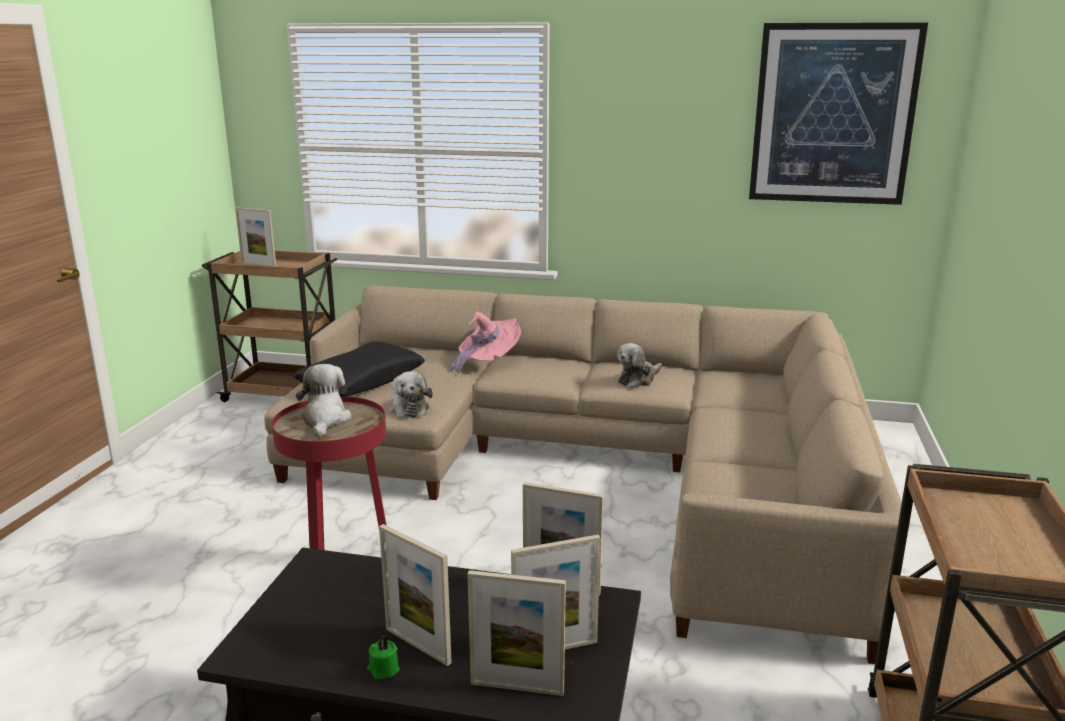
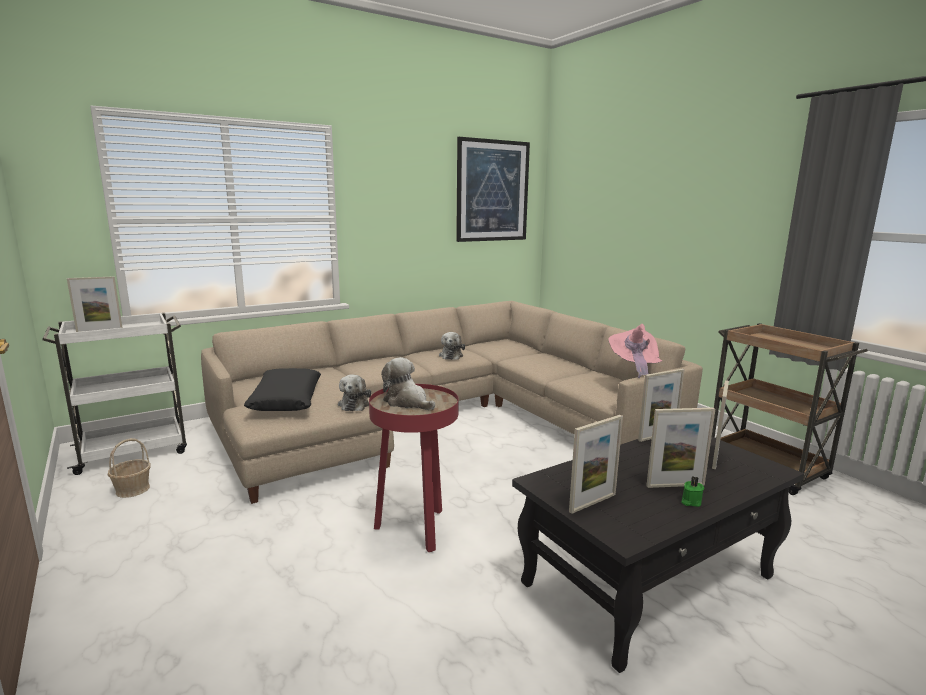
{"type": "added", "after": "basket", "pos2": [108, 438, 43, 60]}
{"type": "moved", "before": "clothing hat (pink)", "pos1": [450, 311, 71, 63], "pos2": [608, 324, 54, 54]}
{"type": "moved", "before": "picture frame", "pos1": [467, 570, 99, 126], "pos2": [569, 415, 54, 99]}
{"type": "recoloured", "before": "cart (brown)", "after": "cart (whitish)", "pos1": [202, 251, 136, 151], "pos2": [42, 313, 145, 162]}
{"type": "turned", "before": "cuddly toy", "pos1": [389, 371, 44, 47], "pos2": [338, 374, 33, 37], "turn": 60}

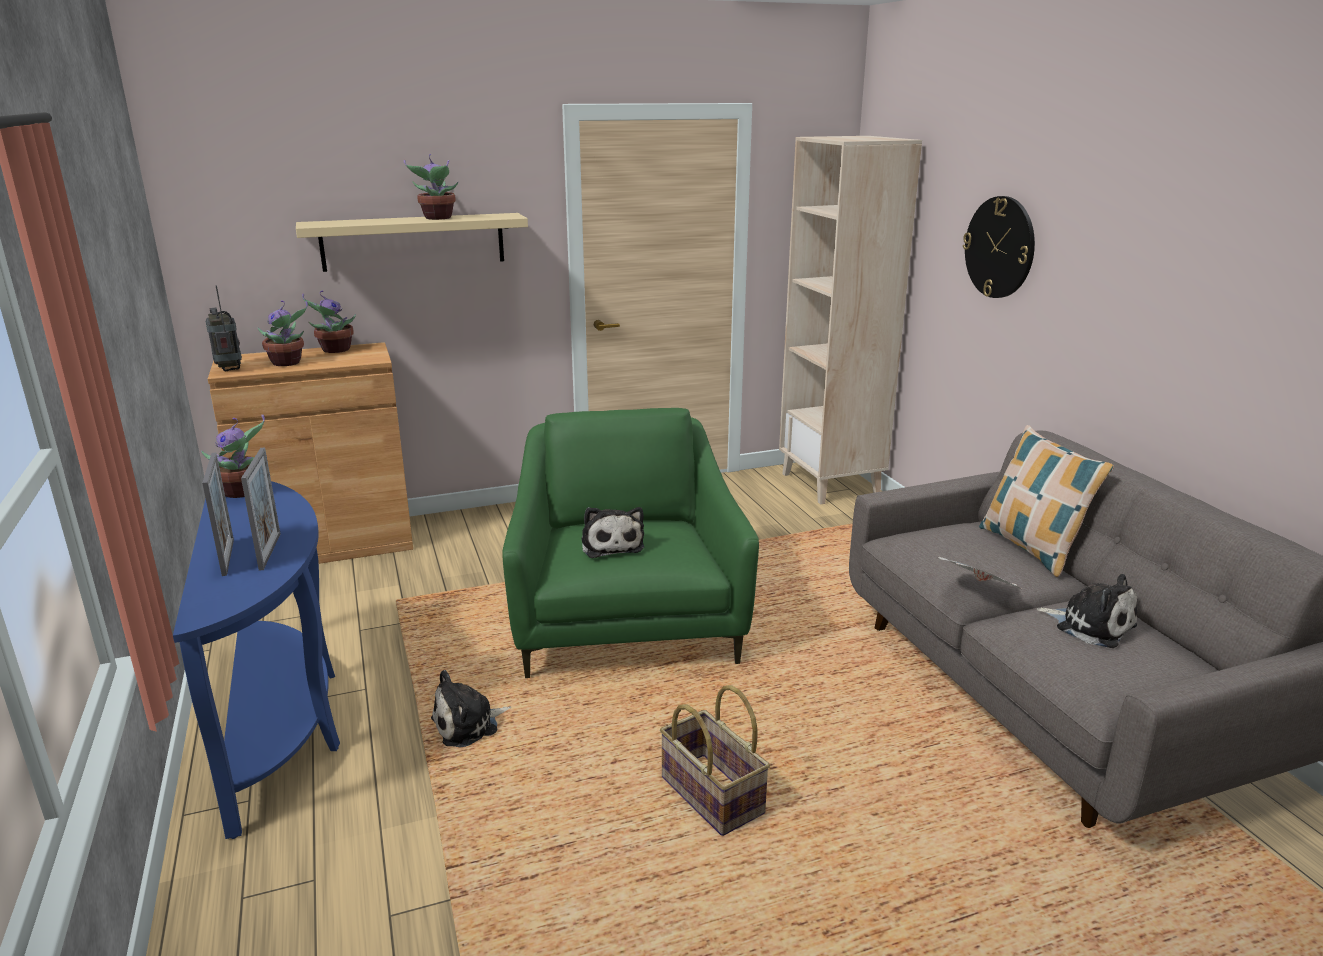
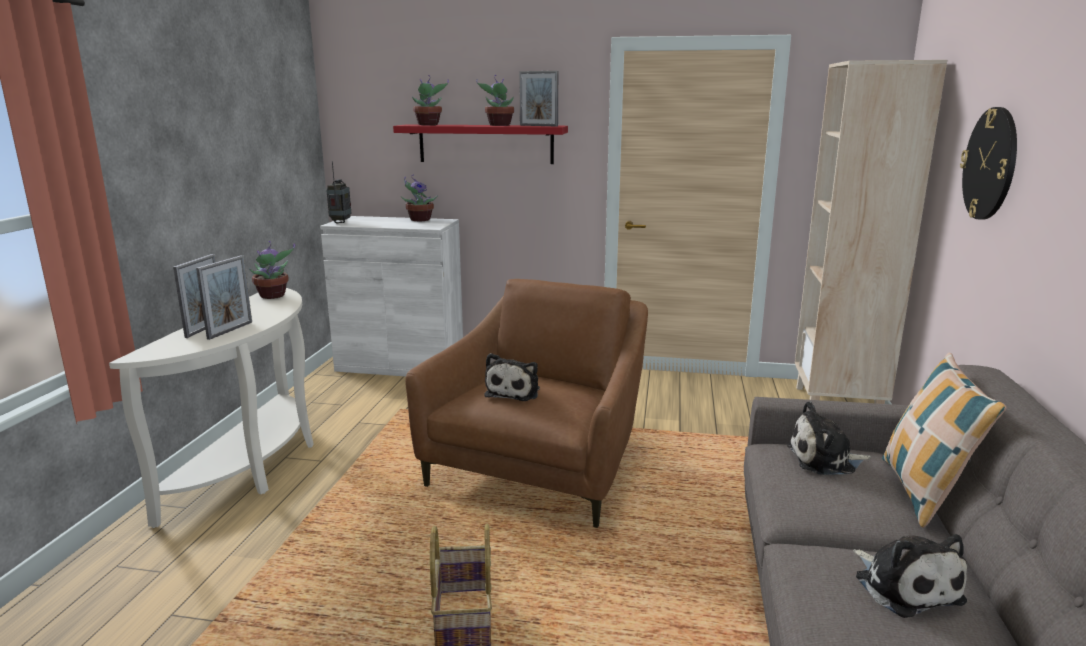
{"type": "removed", "before": "daily paper", "pos1": [938, 557, 83, 32]}
{"type": "added", "after": "picture frame", "pos2": [519, 71, 39, 56]}
{"type": "moved", "before": "plant in a pot", "pos1": [258, 300, 50, 66], "pos2": [412, 75, 37, 50]}
{"type": "moved", "before": "cuddly toy", "pos1": [431, 670, 80, 78], "pos2": [787, 401, 84, 74]}
{"type": "recoloured", "before": "hall table (blue)", "after": "hall table (whitish)", "pos1": [173, 481, 167, 358], "pos2": [109, 288, 205, 240]}
{"type": "recoloured", "before": "storage cabinet (brown)", "after": "storage cabinet (whitish)", "pos1": [208, 342, 205, 222], "pos2": [320, 216, 143, 161]}
{"type": "recoloured", "before": "shelf (beige-coloured)", "after": "shelf (red-coloured)", "pos1": [296, 213, 232, 59], "pos2": [393, 124, 175, 40]}
{"type": "recoloured", "before": "lounge chair (green-coloured)", "after": "lounge chair (brown)", "pos1": [503, 408, 256, 270], "pos2": [405, 279, 243, 249]}

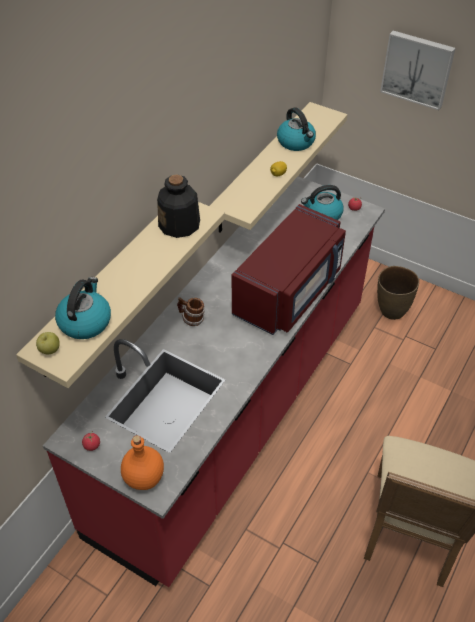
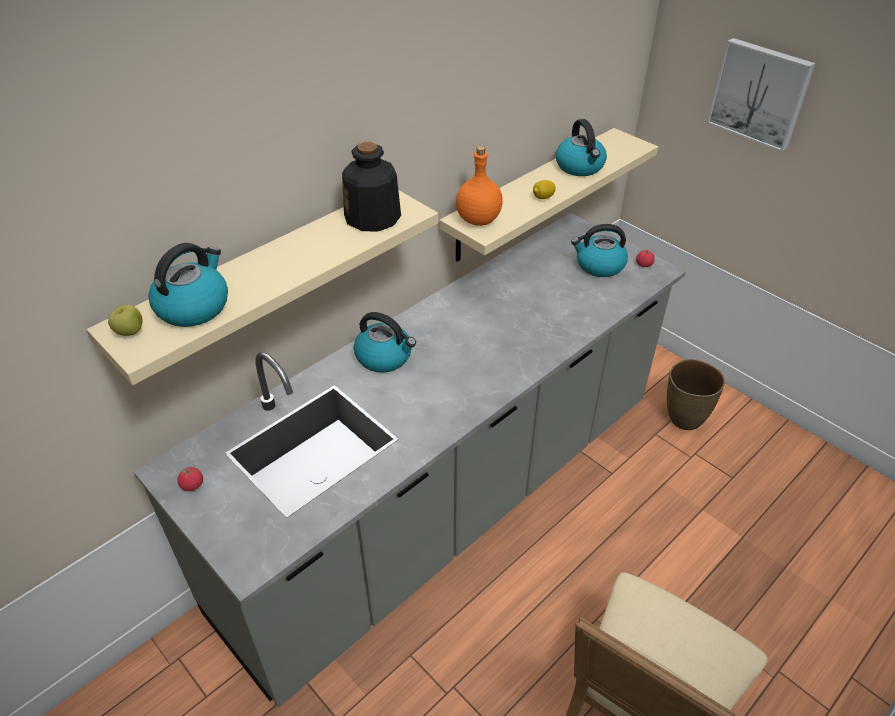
{"type": "removed", "before": "microwave oven (red-coloured)", "pos1": [232, 204, 114, 131]}
{"type": "moved", "before": "beverage bottle (orange-coloured)", "pos1": [121, 435, 43, 55], "pos2": [456, 146, 47, 80]}
{"type": "replaced", "before": "coffee mug", "after": "water kettle", "pos1": [177, 297, 28, 29], "pos2": [354, 312, 62, 61]}
{"type": "recoloured", "before": "counter (red-coloured)", "after": "counter (gray)", "pos1": [43, 176, 342, 411], "pos2": [133, 213, 553, 494]}

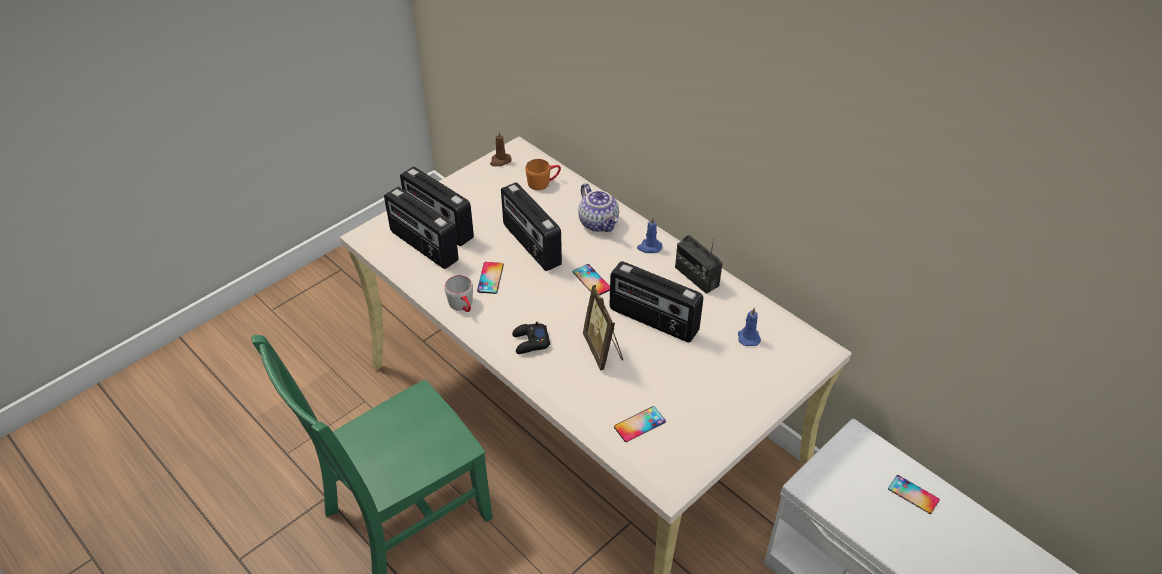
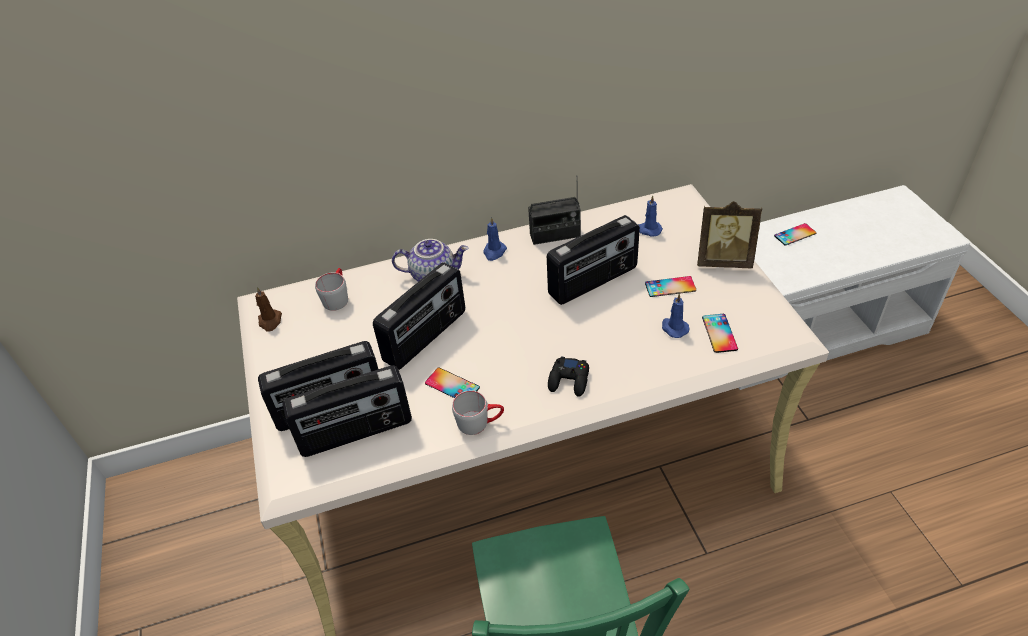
{"type": "added", "after": "wax candle (blue)", "pos2": [662, 293, 28, 45]}
{"type": "moved", "before": "phone", "pos1": [572, 264, 38, 31], "pos2": [645, 276, 51, 21]}
{"type": "moved", "before": "picture frame", "pos1": [583, 285, 40, 86], "pos2": [697, 201, 65, 67]}
{"type": "recoloured", "before": "coffee mug (orange-coloured)", "after": "coffee mug (gray)", "pos1": [525, 159, 36, 31], "pos2": [315, 268, 33, 43]}
{"type": "turned", "before": "radio set", "pos1": [501, 182, 61, 89], "pos2": [373, 262, 92, 108], "turn": -45}

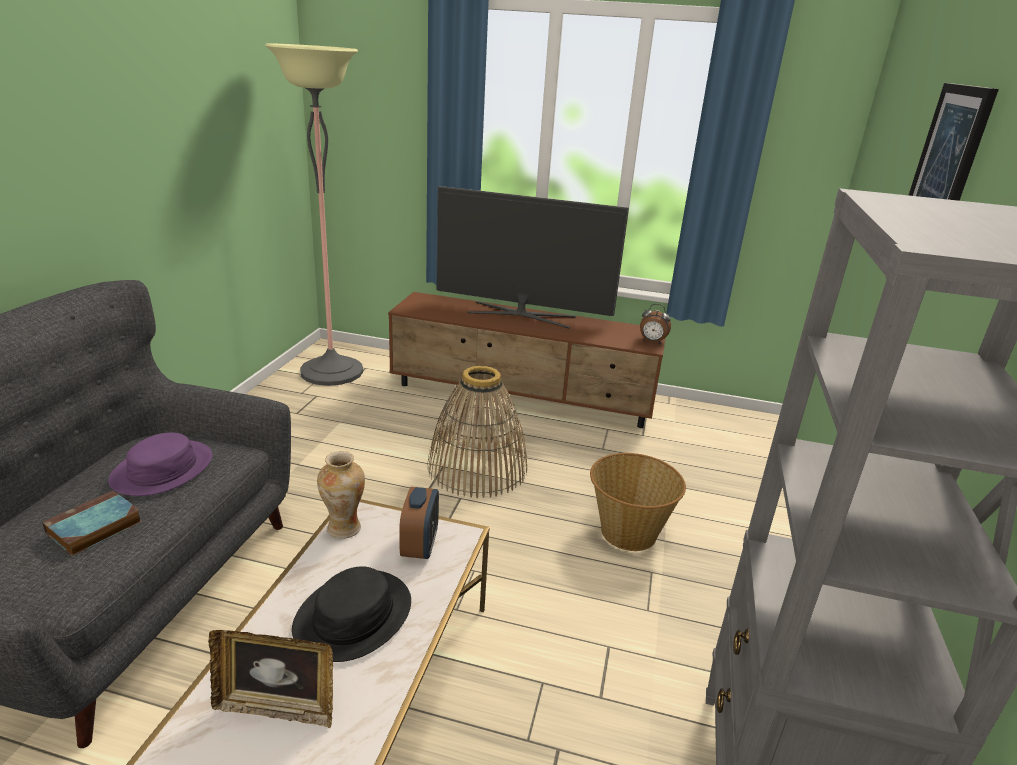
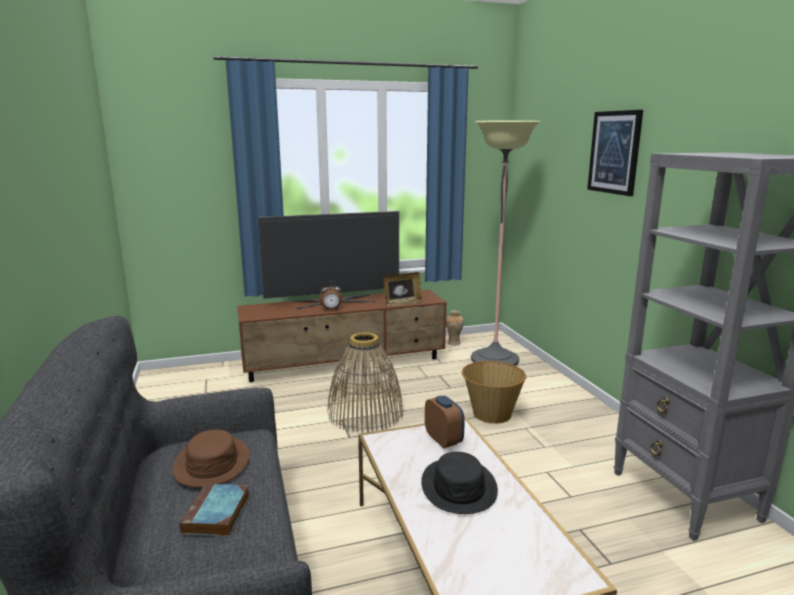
{"type": "moved", "before": "picture frame", "pos1": [208, 630, 125, 98], "pos2": [383, 272, 39, 35]}
{"type": "moved", "before": "standard lamp", "pos1": [265, 43, 98, 343], "pos2": [471, 120, 69, 246]}
{"type": "moved", "before": "flower vase", "pos1": [317, 451, 48, 88], "pos2": [446, 310, 18, 36]}
{"type": "moved", "before": "alarm clock", "pos1": [640, 304, 31, 40], "pos2": [319, 281, 23, 30]}
{"type": "recoloured", "before": "clothing hat (purple)", "after": "clothing hat (brown)", "pos1": [108, 432, 104, 64], "pos2": [173, 430, 77, 57]}

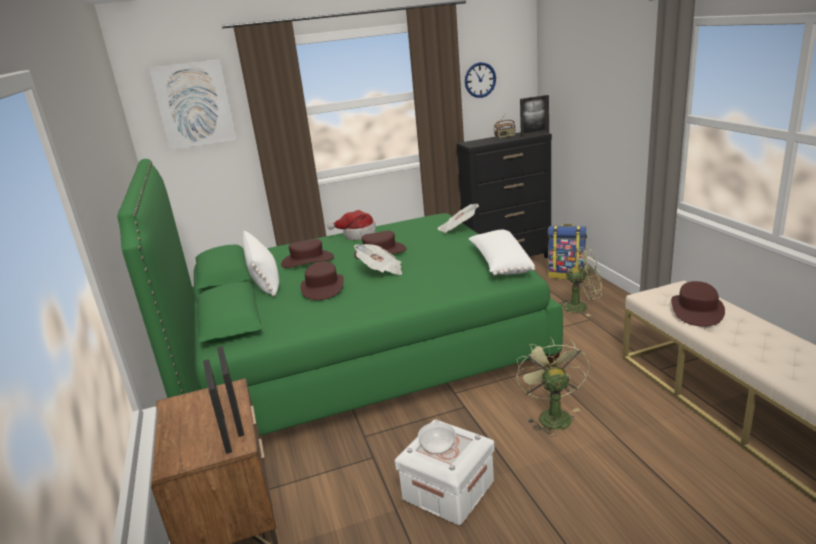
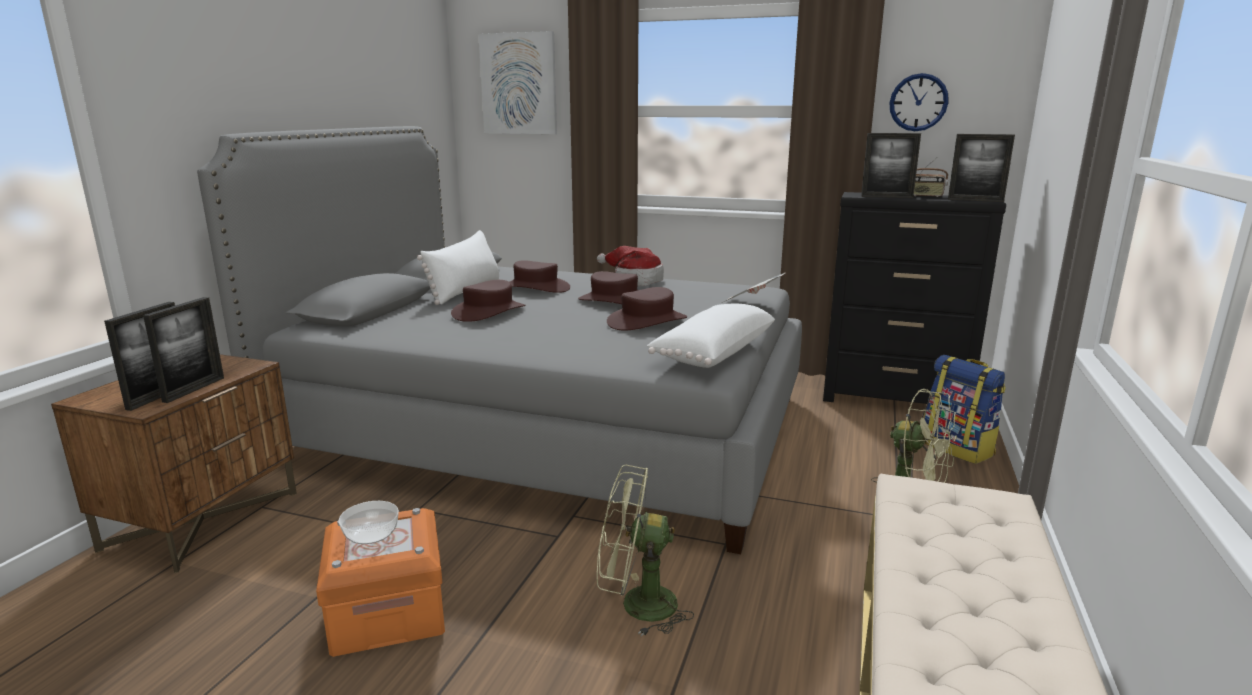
{"type": "removed", "before": "daily paper", "pos1": [354, 244, 48, 31]}
{"type": "added", "after": "picture frame", "pos2": [861, 133, 60, 65]}
{"type": "moved", "before": "clothing hat (brown)", "pos1": [671, 281, 54, 46], "pos2": [607, 287, 80, 44]}
{"type": "recoloured", "before": "sleeping bed (green-coloured)", "after": "sleeping bed (gray)", "pos1": [117, 159, 446, 276], "pos2": [197, 126, 605, 428]}
{"type": "recoloured", "before": "storage bin (whitish)", "after": "storage bin (orange-coloured)", "pos1": [395, 420, 100, 105], "pos2": [316, 508, 129, 149]}
{"type": "turned", "before": "cooling fan (green-coloured)", "pos1": [516, 337, 73, 100], "pos2": [597, 465, 97, 171], "turn": -120}

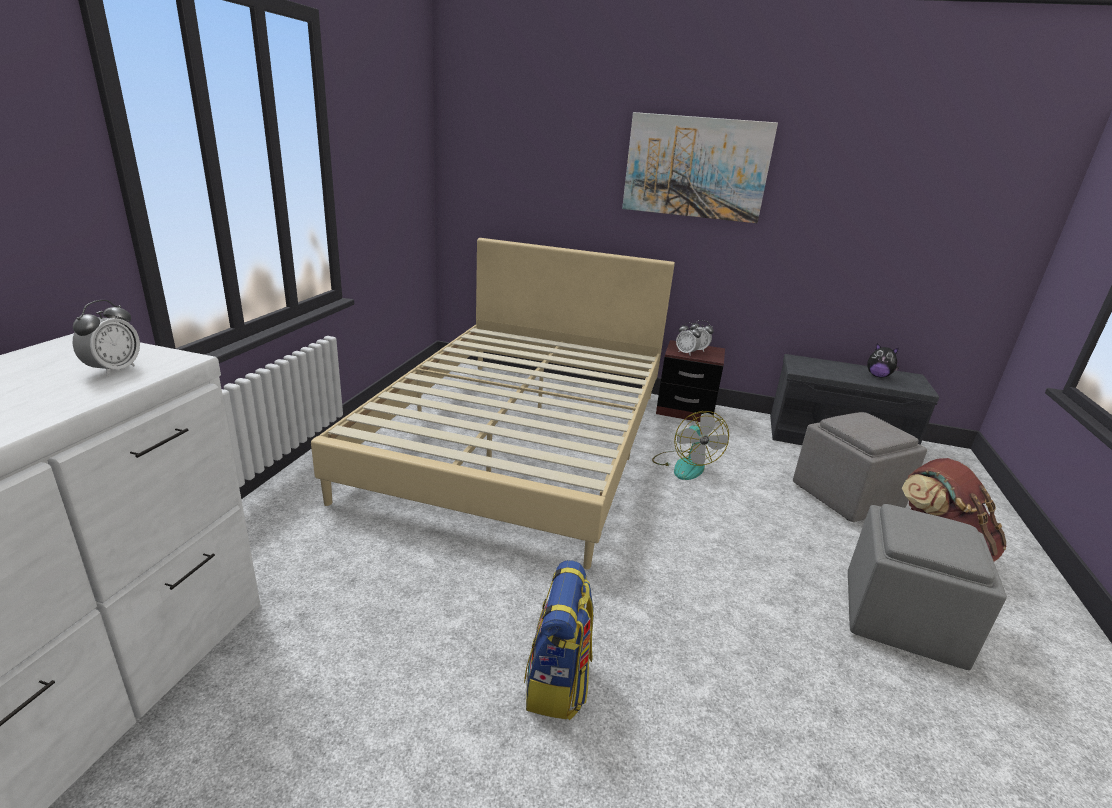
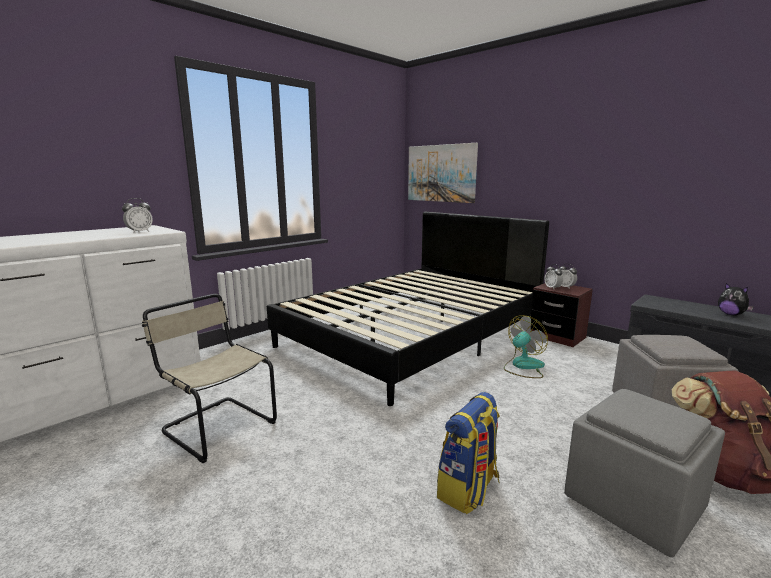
{"type": "added", "after": "chair (beige-coloured)", "pos2": [142, 294, 135, 169]}
{"type": "moved", "before": "knapsack", "pos1": [524, 560, 70, 160], "pos2": [437, 392, 63, 122]}
{"type": "moved", "before": "wall art", "pos1": [622, 112, 156, 111], "pos2": [408, 143, 70, 60]}
{"type": "recoloured", "before": "sleeping bed (beige-coloured)", "after": "sleeping bed (black)", "pos1": [311, 238, 364, 331], "pos2": [267, 212, 282, 194]}
{"type": "turned", "before": "cooling fan", "pos1": [652, 411, 77, 69], "pos2": [504, 315, 44, 63], "turn": -150}

